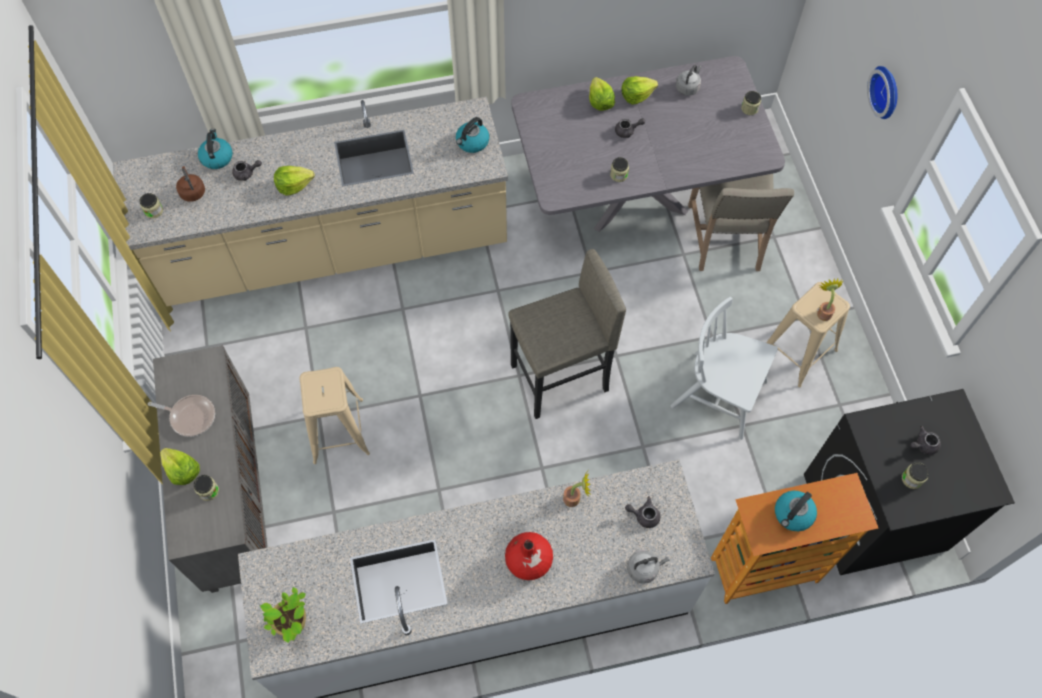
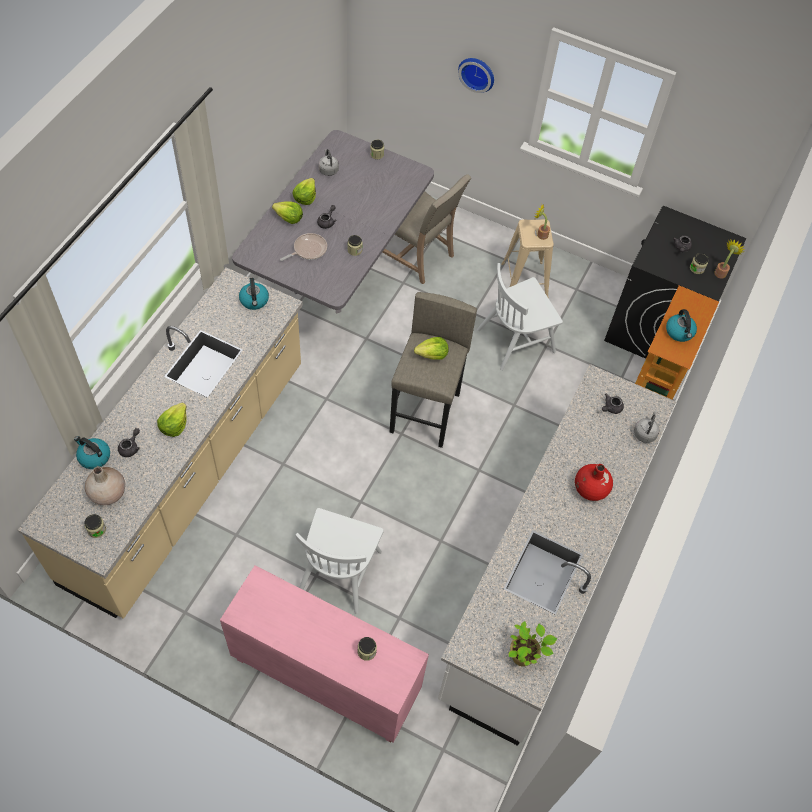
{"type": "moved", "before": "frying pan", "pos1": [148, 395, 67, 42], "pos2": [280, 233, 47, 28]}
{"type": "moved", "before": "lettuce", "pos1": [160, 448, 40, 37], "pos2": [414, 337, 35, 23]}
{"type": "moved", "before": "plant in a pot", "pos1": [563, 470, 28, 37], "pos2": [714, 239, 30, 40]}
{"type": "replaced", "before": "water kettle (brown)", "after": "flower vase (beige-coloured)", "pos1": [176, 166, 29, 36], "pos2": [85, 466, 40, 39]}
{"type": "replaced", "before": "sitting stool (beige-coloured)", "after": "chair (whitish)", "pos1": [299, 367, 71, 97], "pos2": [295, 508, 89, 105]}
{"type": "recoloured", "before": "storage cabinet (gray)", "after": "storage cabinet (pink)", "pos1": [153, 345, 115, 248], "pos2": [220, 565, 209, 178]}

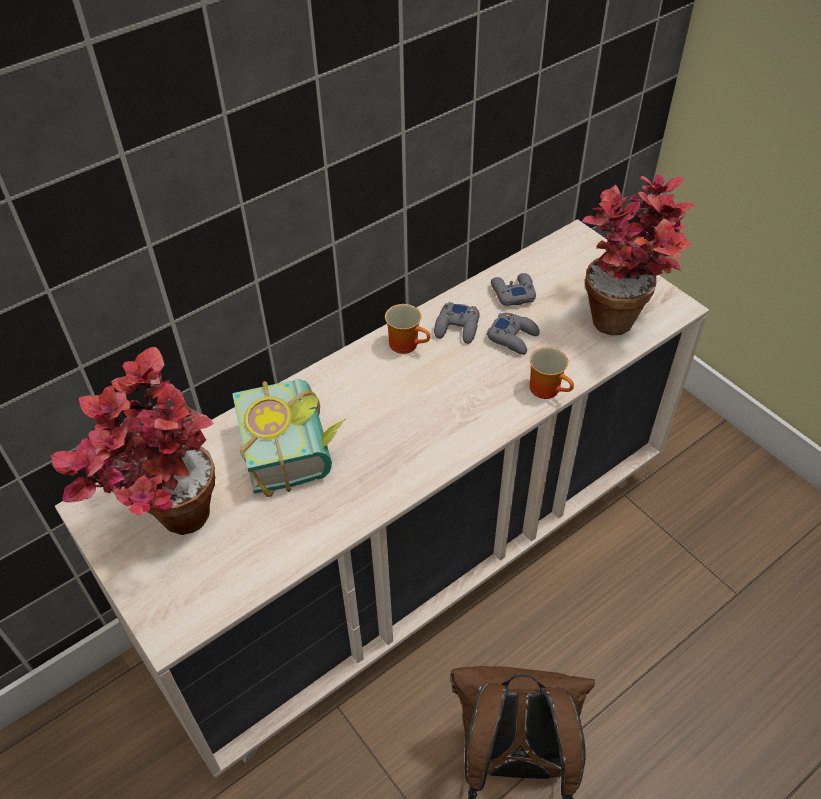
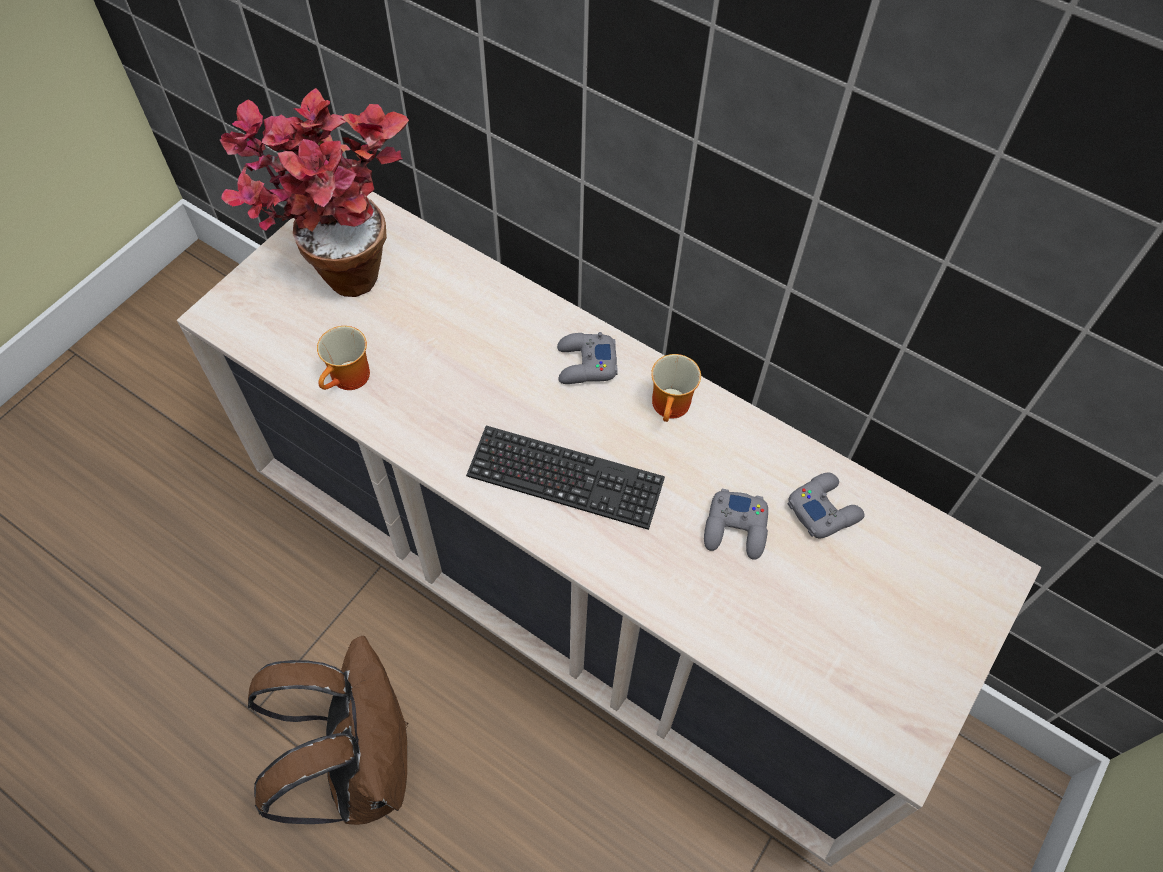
{"type": "removed", "before": "bound book", "pos1": [232, 379, 115, 118]}
{"type": "removed", "before": "plant in a pot", "pos1": [582, 174, 114, 161]}
{"type": "added", "after": "PC keyboard", "pos2": [466, 426, 199, 104]}
{"type": "moved", "before": "gamepad (gray)", "pos1": [434, 302, 45, 42], "pos2": [557, 332, 61, 52]}
{"type": "moved", "before": "coffee mug", "pos1": [530, 347, 44, 52], "pos2": [317, 326, 53, 64]}

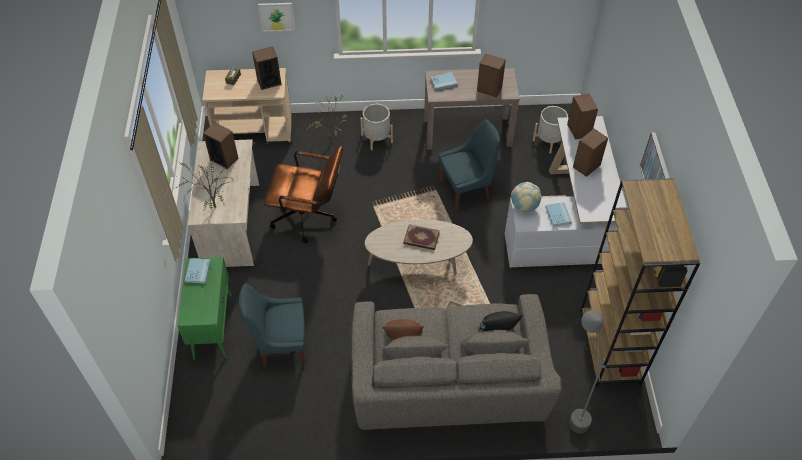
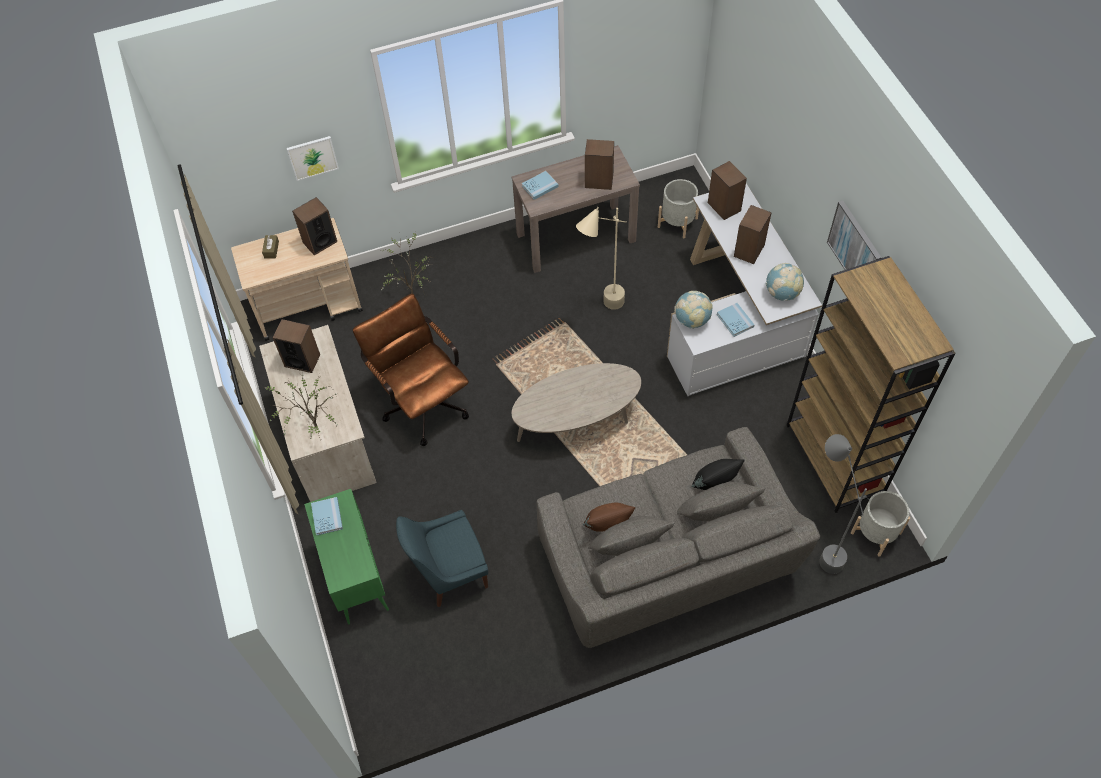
{"type": "removed", "before": "bound book", "pos1": [403, 224, 37, 26]}
{"type": "added", "after": "desk globe", "pos2": [766, 263, 38, 38]}
{"type": "moved", "before": "plant pot (gray)", "pos1": [360, 104, 33, 47], "pos2": [851, 491, 59, 66]}
{"type": "replaced", "before": "chair (blue)", "after": "standard lamp (beige-coloured)", "pos1": [439, 119, 61, 91], "pos2": [576, 207, 51, 103]}
{"type": "turned", "before": "desk chair (brown)", "pos1": [264, 146, 79, 97], "pos2": [353, 293, 116, 153], "turn": -120}

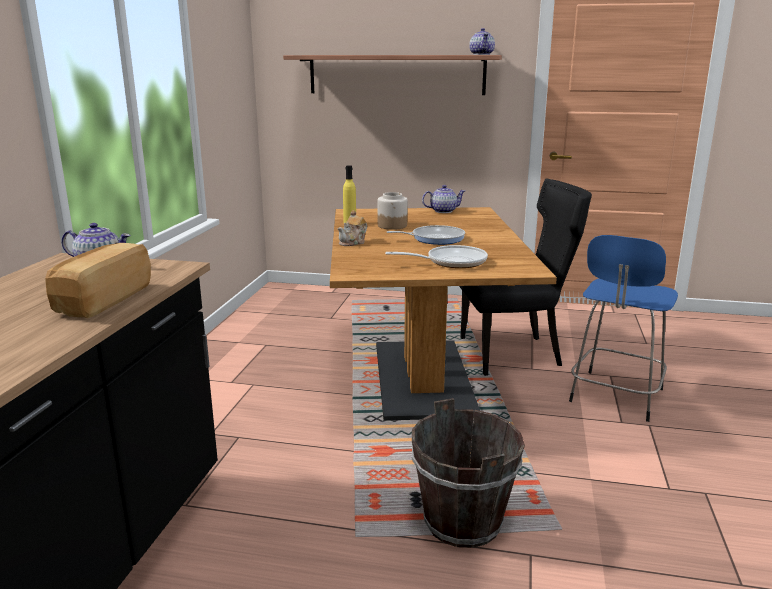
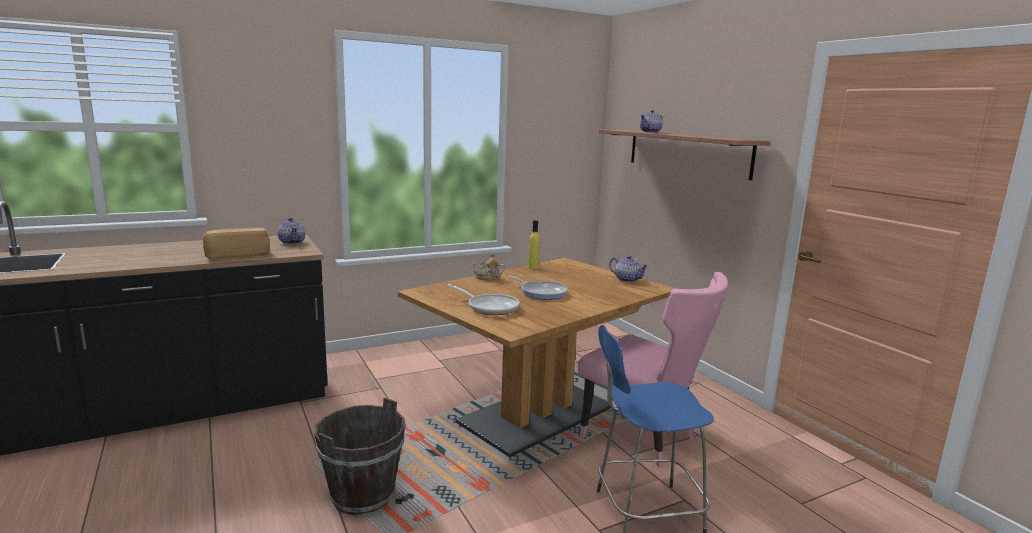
{"type": "removed", "before": "preserve jar", "pos1": [378, 192, 30, 38]}
{"type": "moved", "before": "teapot", "pos1": [469, 28, 26, 27], "pos2": [640, 110, 23, 23]}
{"type": "recoloured", "before": "chair (black)", "after": "chair (pink)", "pos1": [459, 179, 133, 197], "pos2": [578, 272, 150, 196]}

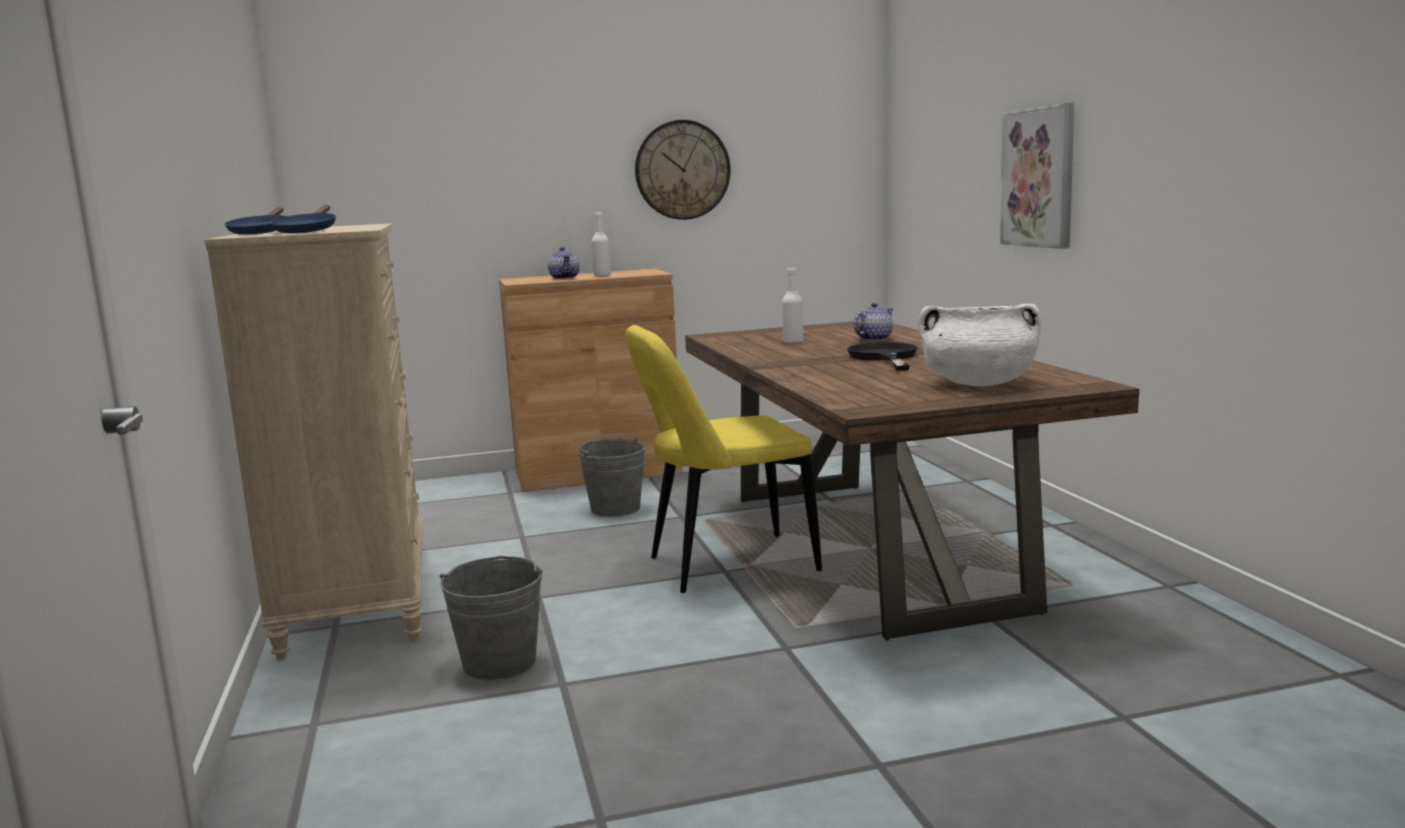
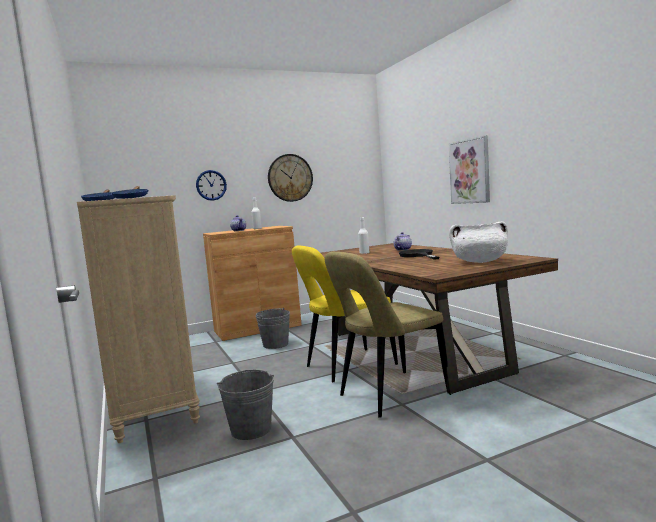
{"type": "added", "after": "wall clock", "pos2": [196, 170, 31, 31]}
{"type": "added", "after": "chair (beige-coloured)", "pos2": [325, 252, 123, 166]}

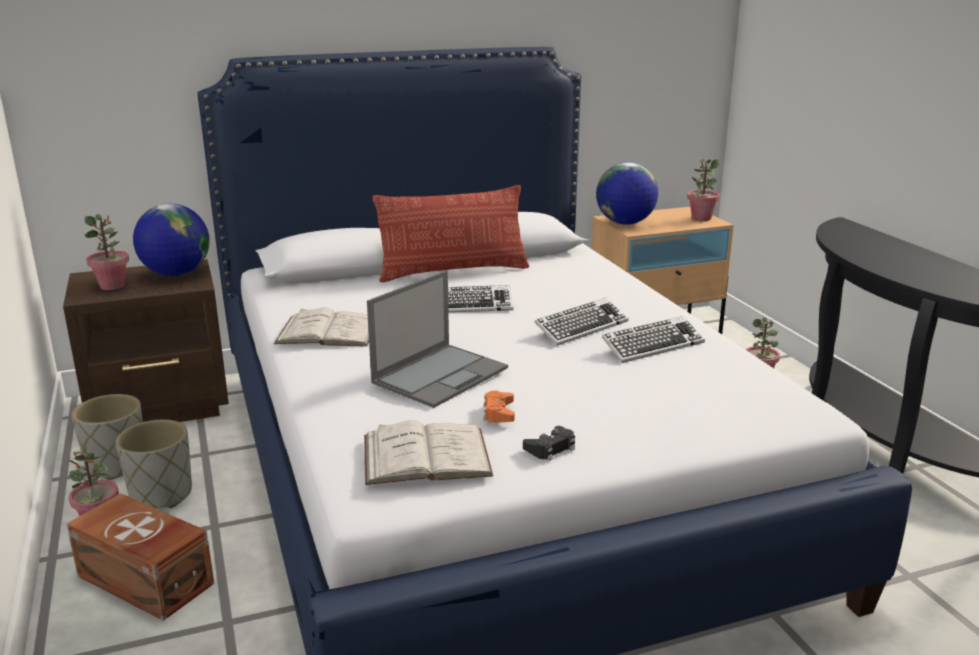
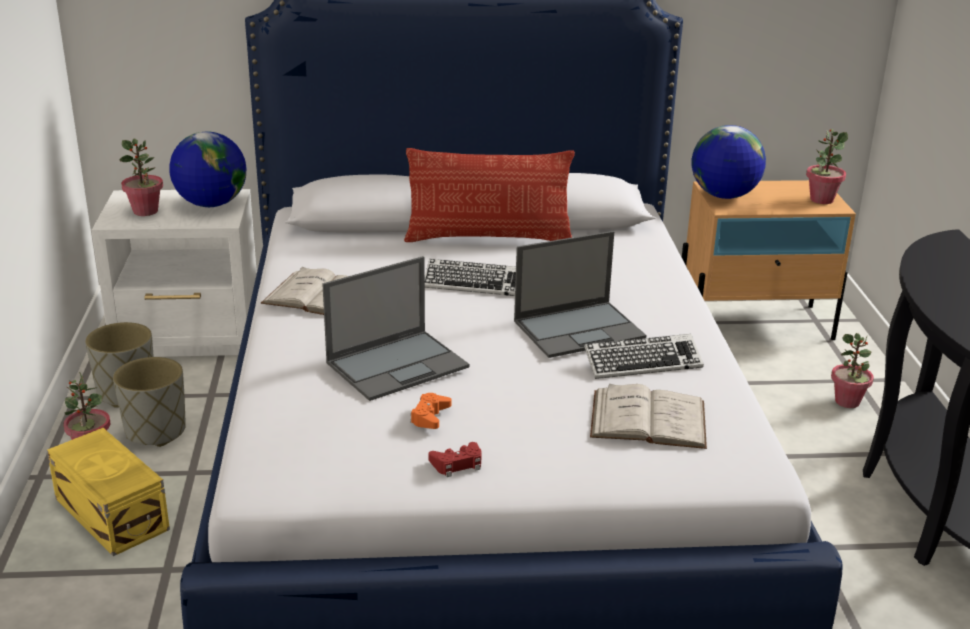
{"type": "moved", "before": "bound book (whitish)", "pos1": [364, 420, 129, 65], "pos2": [590, 384, 117, 65]}
{"type": "replaced", "before": "PC keyboard", "after": "laptop", "pos1": [534, 298, 95, 48], "pos2": [514, 231, 132, 127]}
{"type": "recoloured", "before": "night table (brown)", "after": "night table (whitish)", "pos1": [63, 259, 166, 163], "pos2": [92, 189, 165, 168]}
{"type": "recoloured", "before": "storage bin (brown)", "after": "storage bin (yellowish)", "pos1": [67, 493, 147, 128], "pos2": [47, 428, 123, 128]}
{"type": "recoloured", "before": "gamepad (black)", "after": "gamepad (red-coloured)", "pos1": [523, 426, 52, 35], "pos2": [428, 442, 54, 35]}

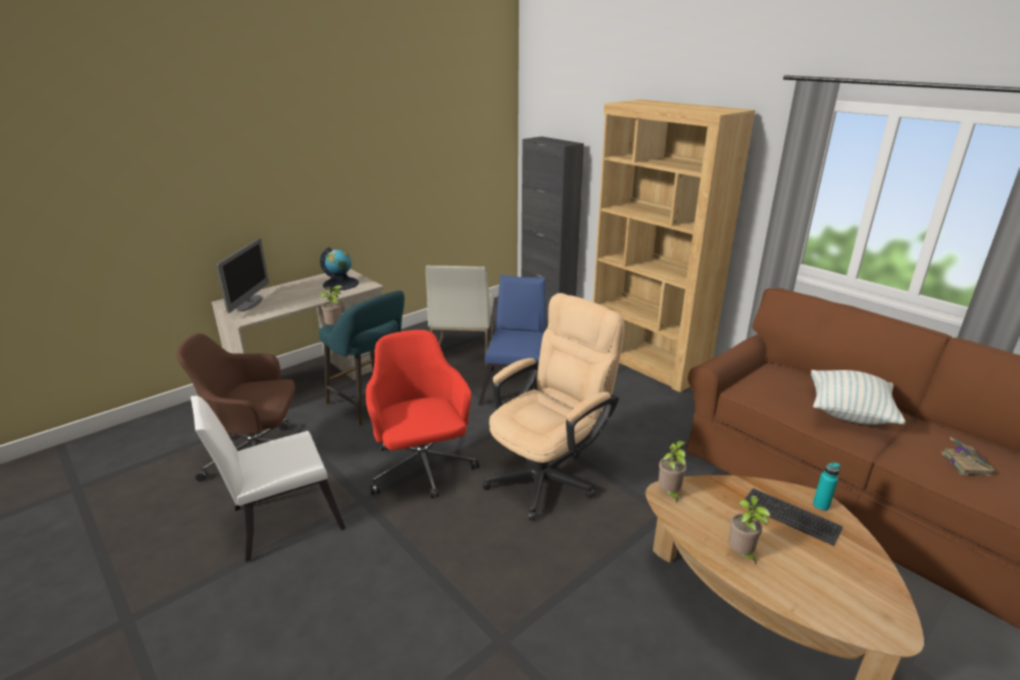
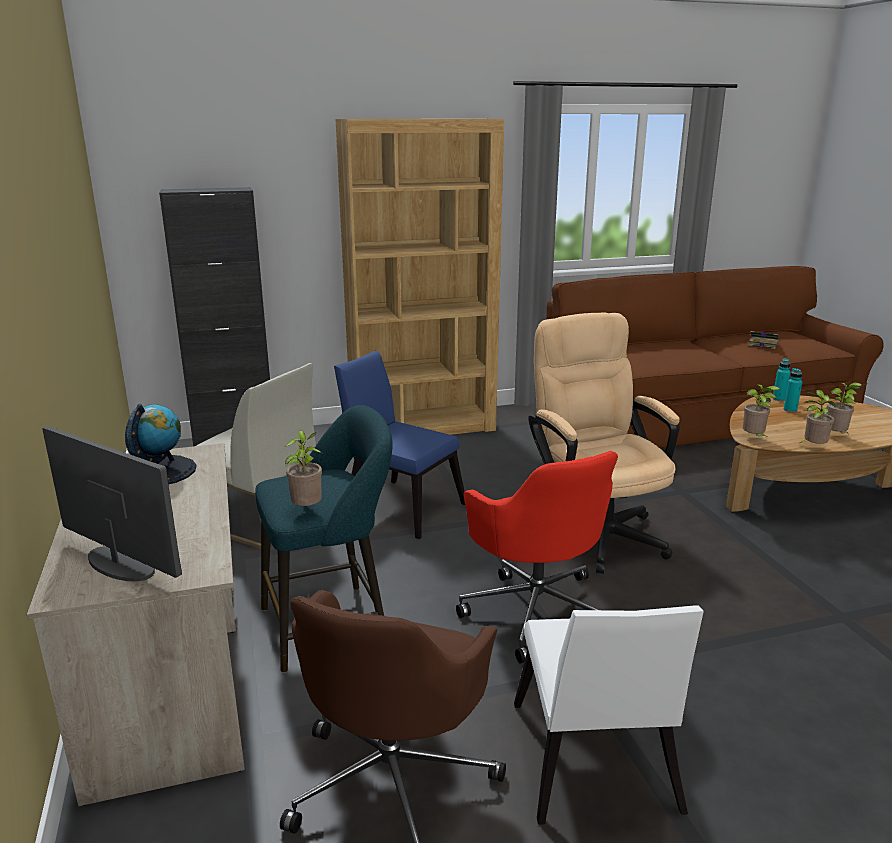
{"type": "removed", "before": "throw pillow", "pos1": [811, 370, 94, 55]}
{"type": "added", "after": "plant in a pot", "pos2": [798, 390, 37, 54]}
{"type": "replaced", "before": "PC keyboard", "after": "beverage bottle (blue-green)", "pos1": [744, 488, 99, 58], "pos2": [784, 368, 18, 44]}
{"type": "turned", "before": "desk chair (red-coloured)", "pos1": [366, 330, 113, 169], "pos2": [456, 451, 162, 213], "turn": -120}

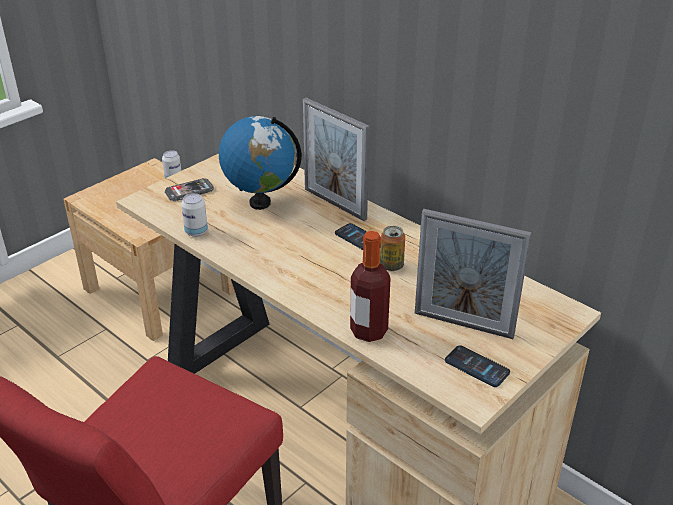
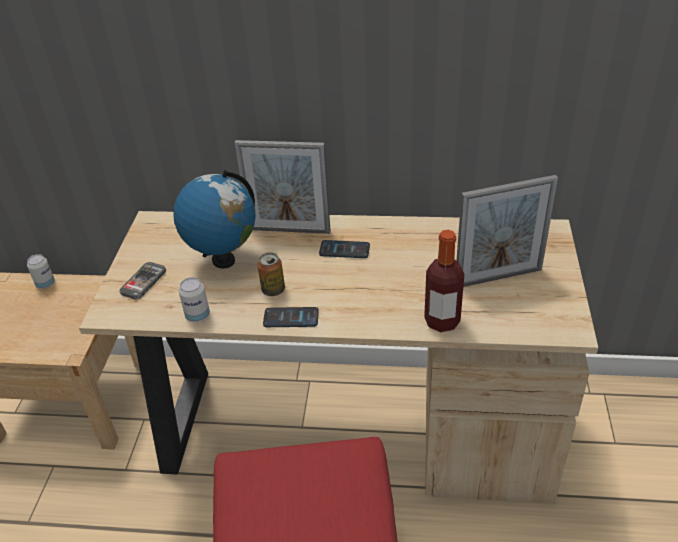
{"type": "moved", "before": "can", "pos1": [380, 226, 25, 45], "pos2": [257, 252, 28, 44]}
{"type": "moved", "before": "phone", "pos1": [445, 345, 65, 42], "pos2": [263, 307, 56, 20]}

